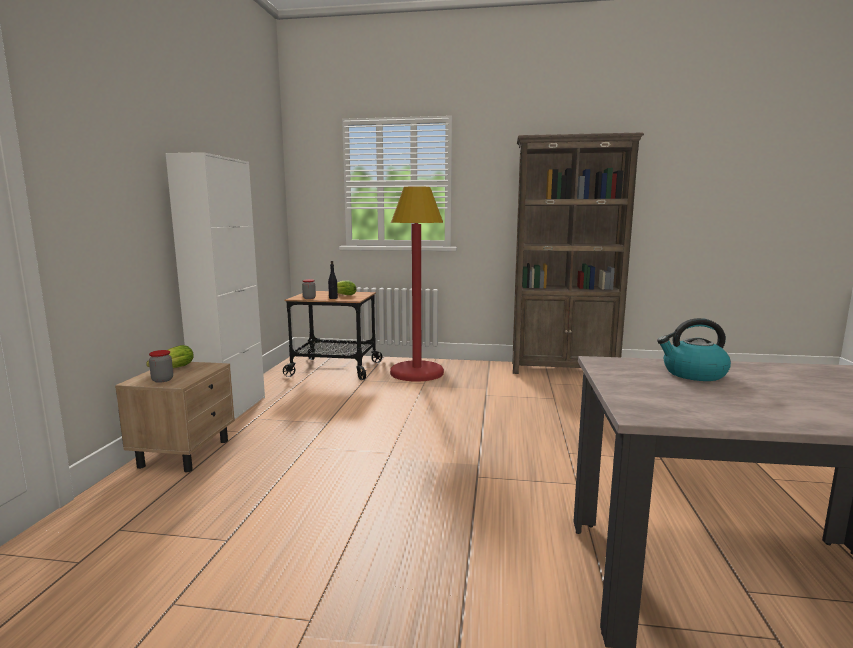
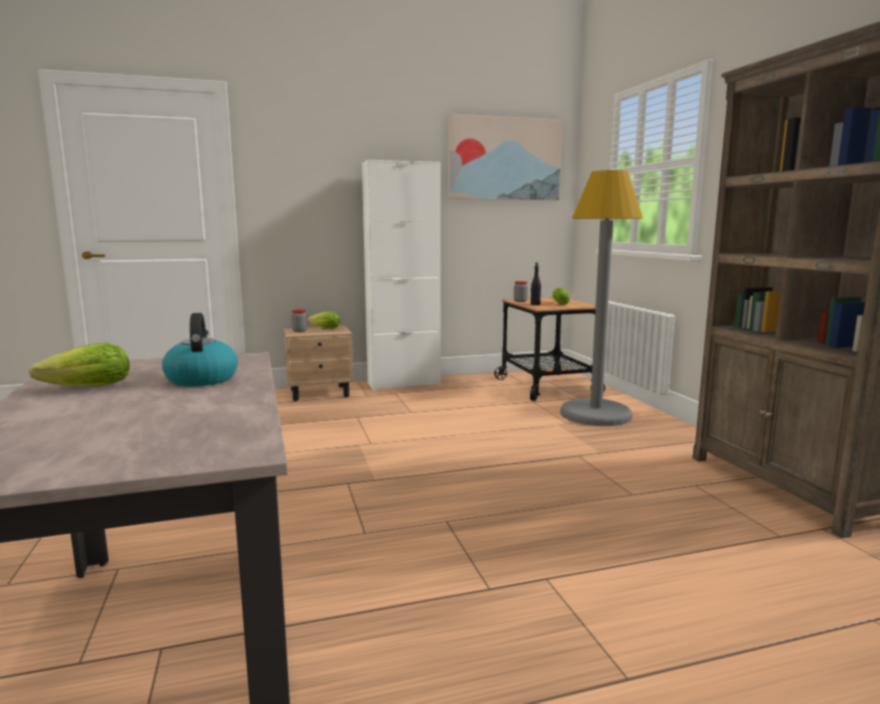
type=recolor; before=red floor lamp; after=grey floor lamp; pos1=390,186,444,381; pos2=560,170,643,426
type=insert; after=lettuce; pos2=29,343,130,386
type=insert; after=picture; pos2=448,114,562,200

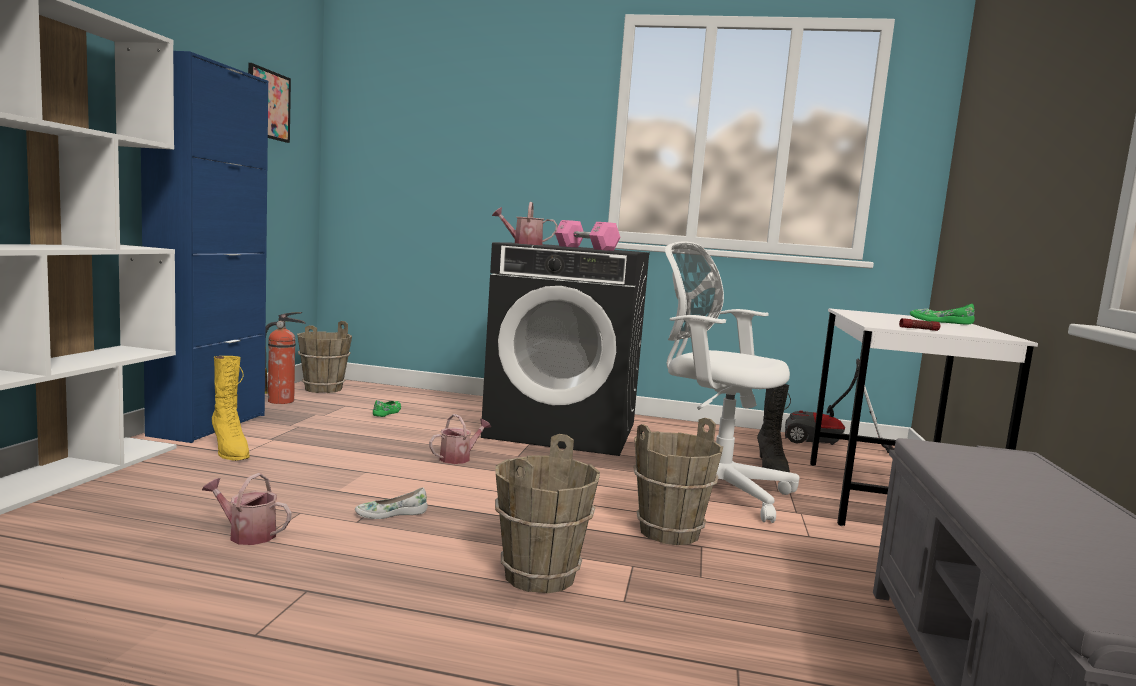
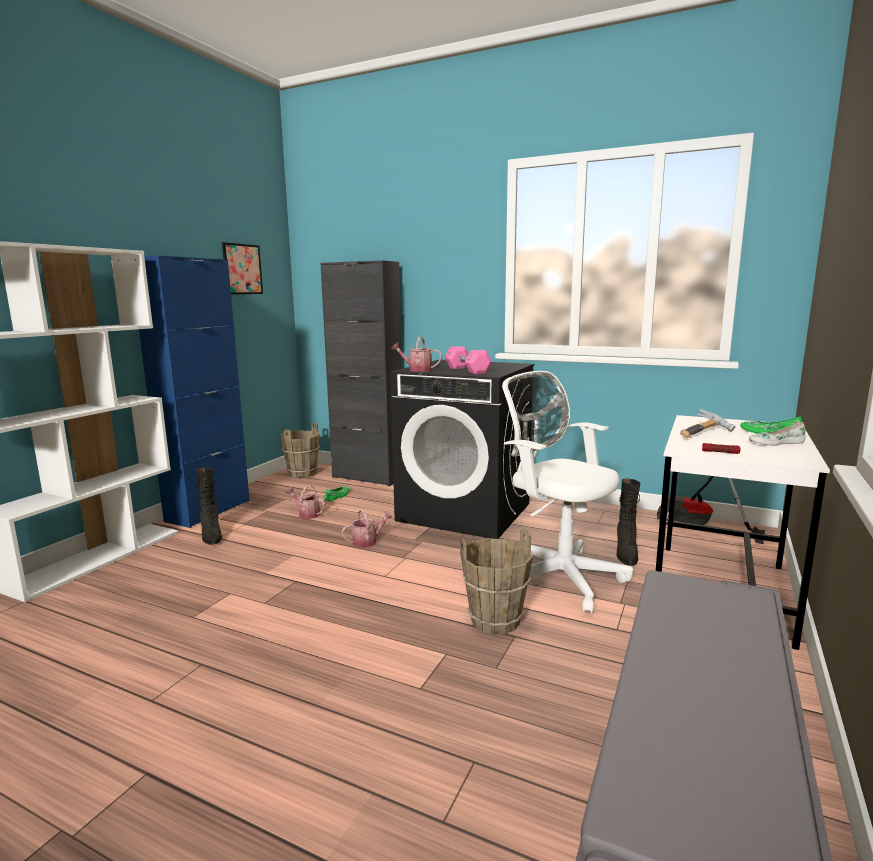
type=move; before=watering can; pos1=202,473,292,545; pos2=286,485,325,519
type=recolor; before=yellow boot; after=black boot; pos1=212,356,250,461; pos2=196,467,222,545
type=delete; before=fire extinguisher; pos1=265,312,306,404
type=move; before=white shoe; pos1=355,487,428,519; pos2=749,422,806,446
type=delete; before=brown bucket; pos1=495,434,600,594
type=insert; after=black cabinet; pos2=321,260,402,486
type=insert; after=hammer; pos2=680,409,735,438

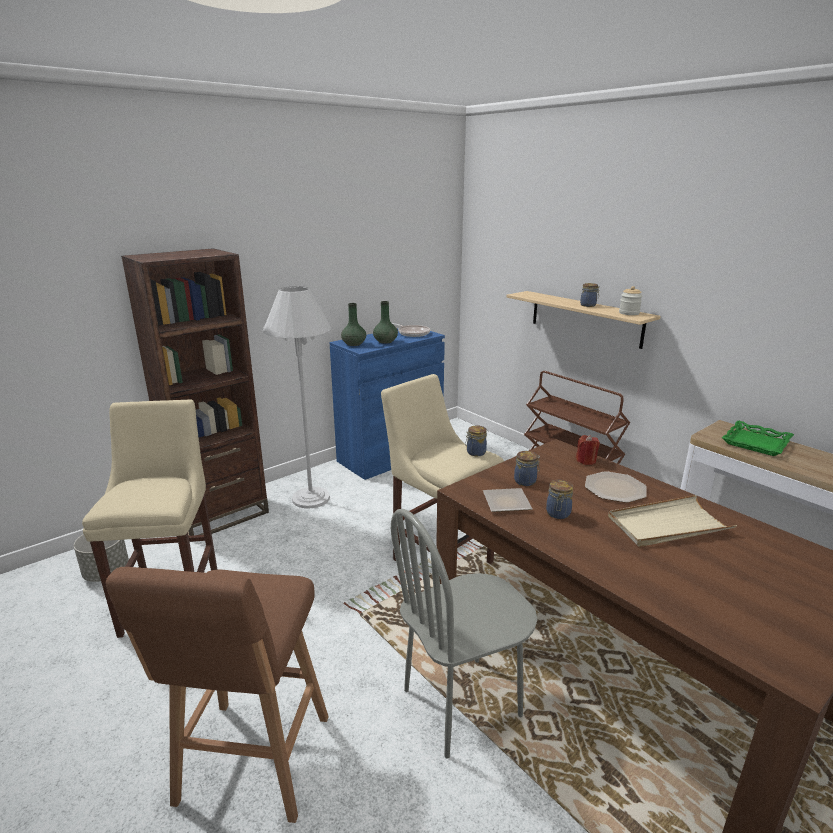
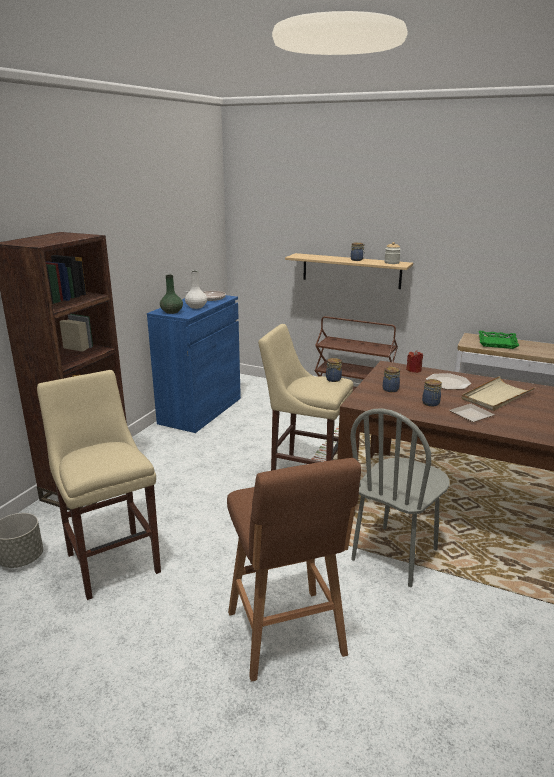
type=delete; before=white floor lamp; pos1=262,286,331,508
type=recolor; before=green vase; after=white vase; pos1=373,301,398,344; pos2=185,271,207,309
type=move; before=plate; pos1=483,488,532,512; pos2=449,404,495,422

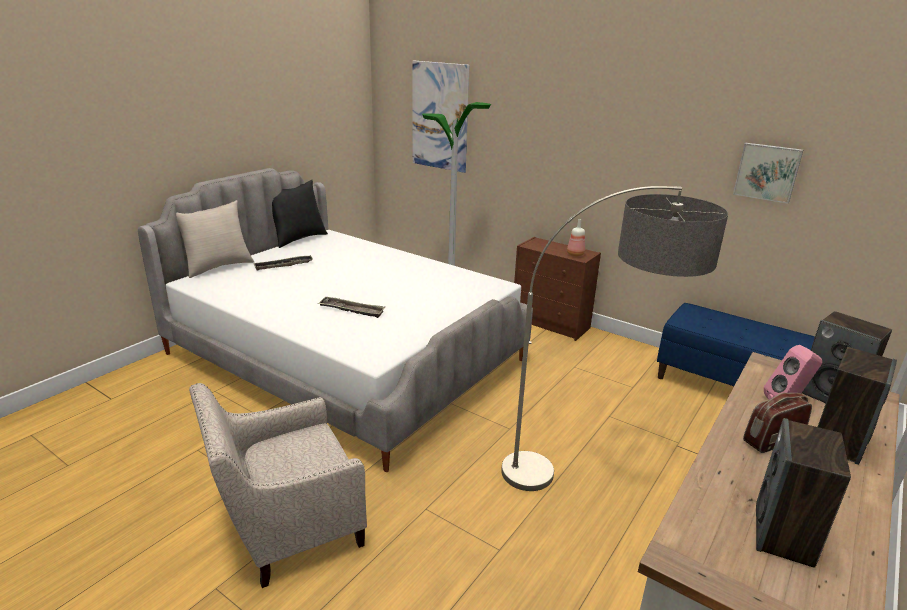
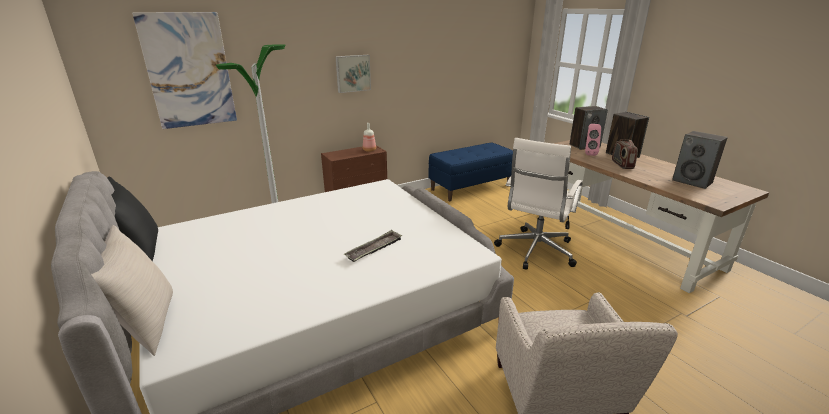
type=delete; before=tray; pos1=253,256,313,270
type=replace; before=floor lamp; after=white office chair; pos1=501,186,728,491; pos2=494,138,583,270
type=move; before=picture; pos1=733,143,803,204; pos2=335,55,371,93

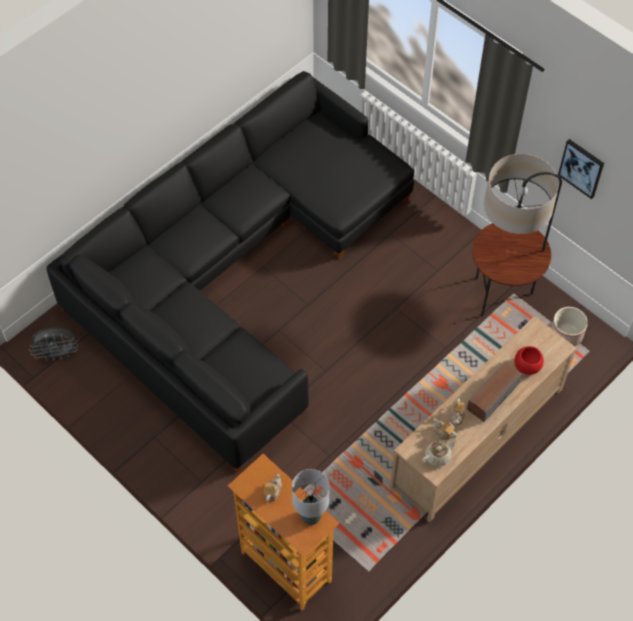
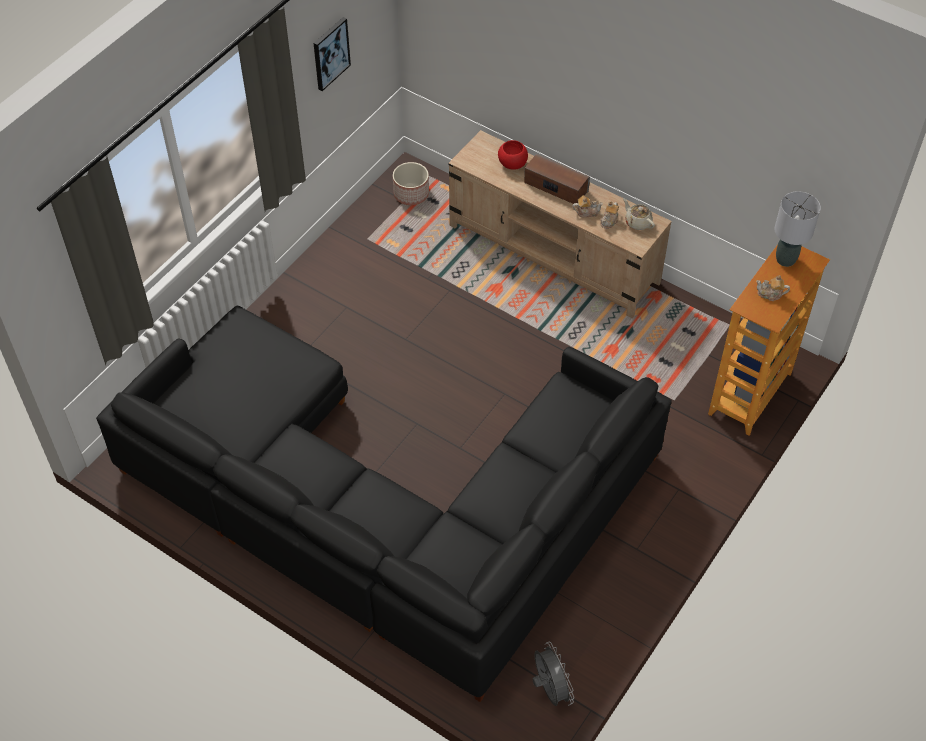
type=delete; before=floor lamp; pos1=472,154,562,316

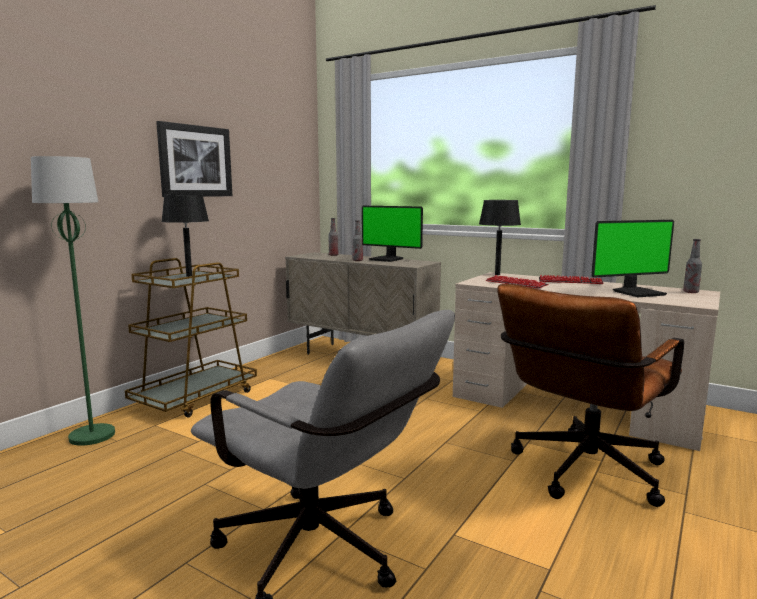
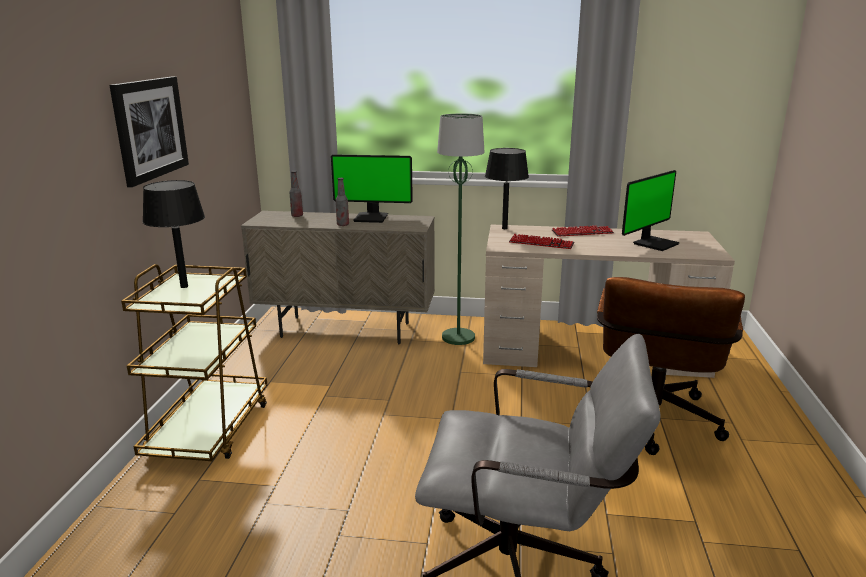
type=move; before=green floor lamp; pos1=31,156,115,446; pos2=437,113,484,345
type=delete; before=bottle; pos1=683,239,702,293

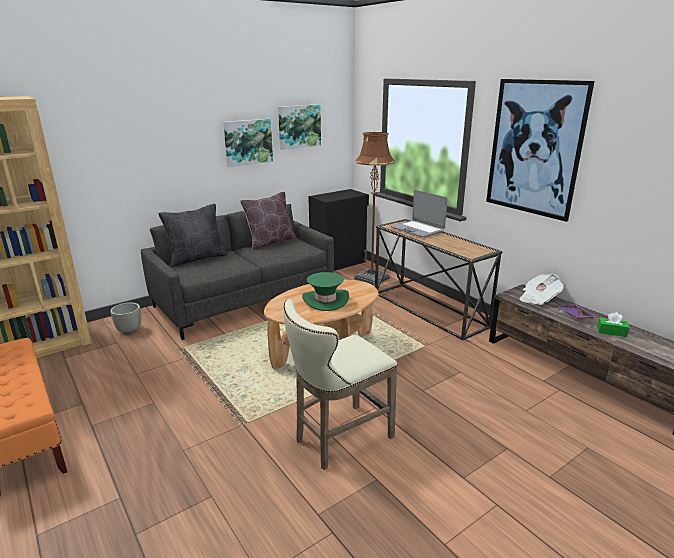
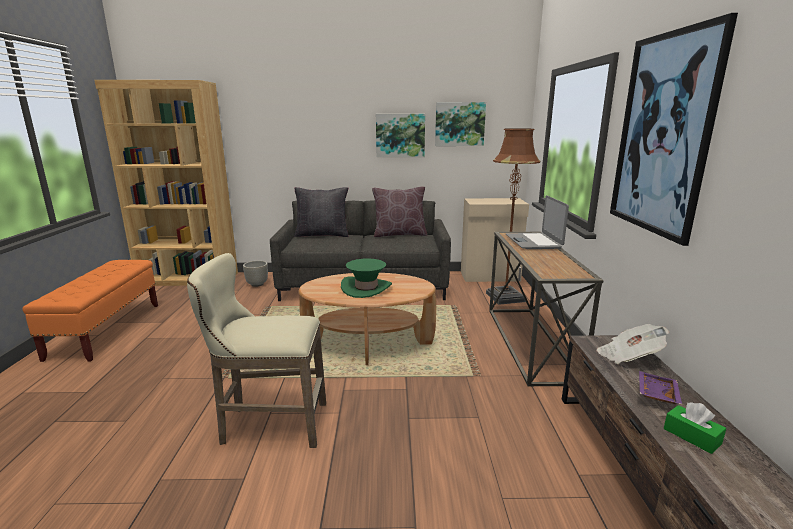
type=recolor; before=black cabinet; after=beige cabinet; pos1=308,189,369,271; pos2=461,198,529,282

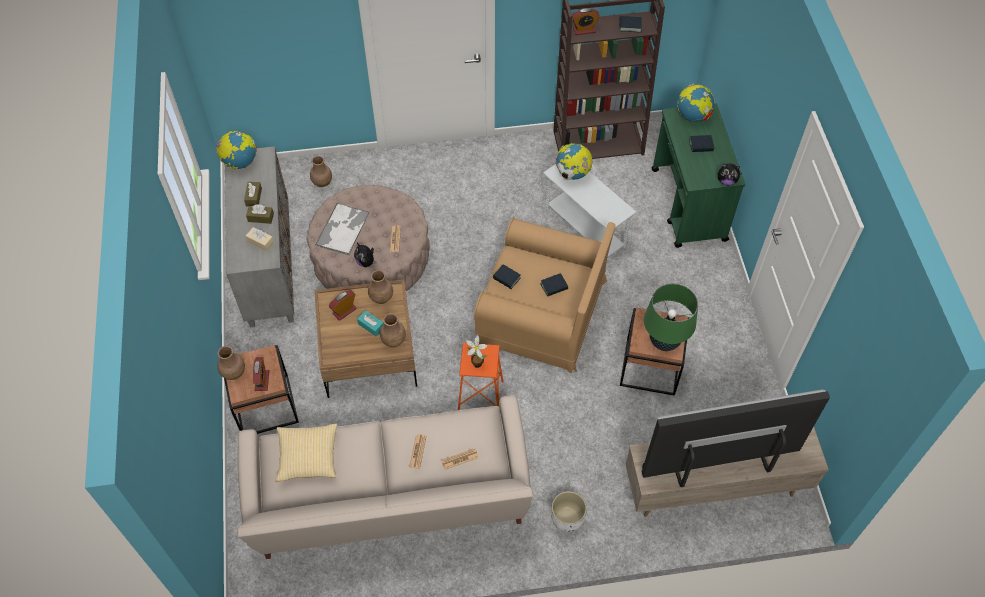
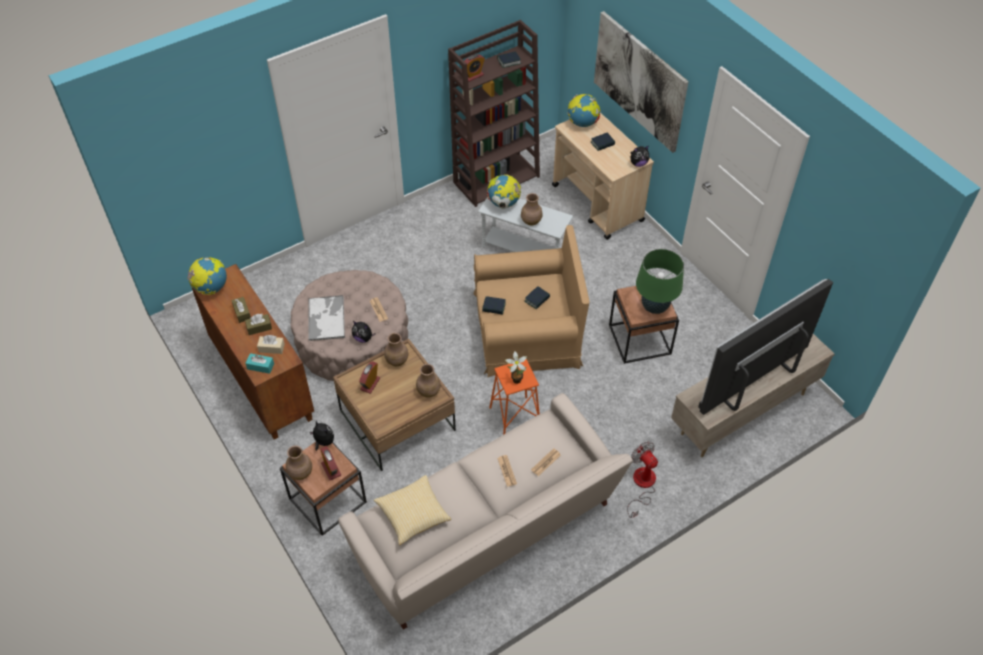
type=recolor; before=grey cabinet; after=brown cabinet; pos1=225,146,294,328; pos2=191,264,314,440
type=move; before=brown vase; pos1=310,156,332,187; pos2=521,193,543,226
type=move; before=turquoise tissue box; pos1=357,310,384,336; pos2=245,353,274,374
type=replace; before=white planter; after=fan; pos1=551,491,587,532; pos2=627,441,658,518
type=recolor; before=green cart; after=beige cart; pos1=652,103,745,248; pos2=552,113,654,240
type=insert; after=plush toy; pos2=310,421,334,451
type=insert; after=picture; pos2=594,11,689,153

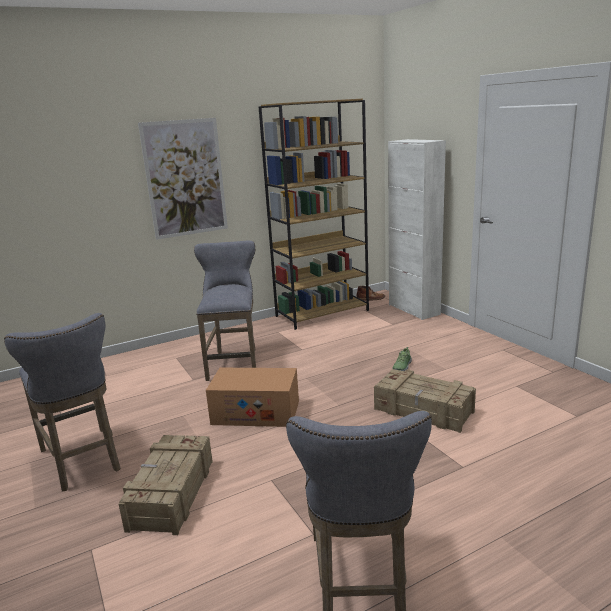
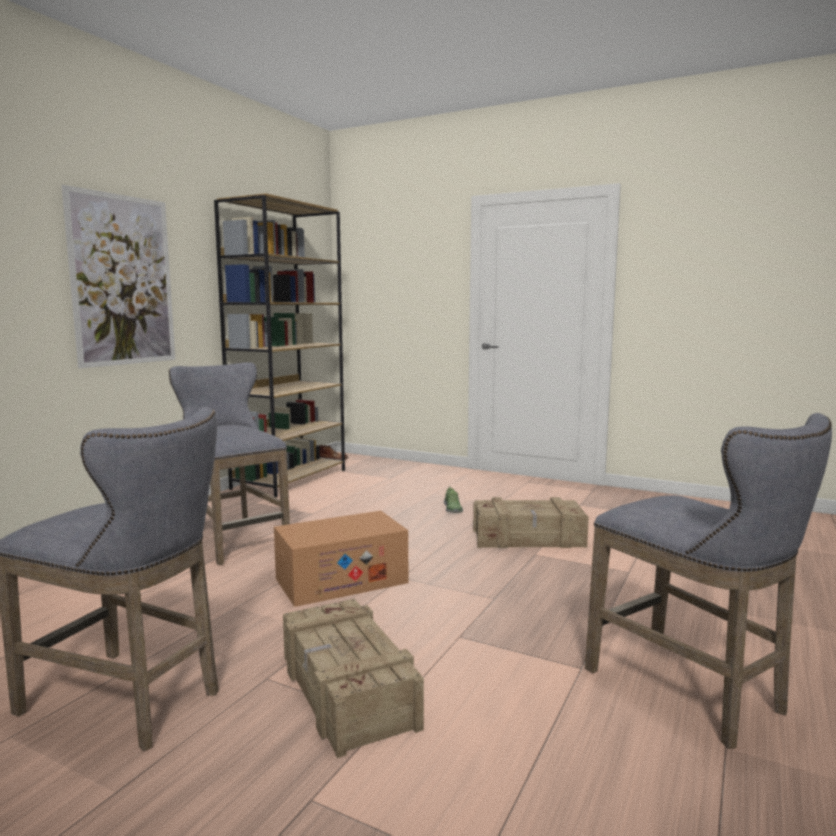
type=delete; before=white cabinet; pos1=388,139,446,320

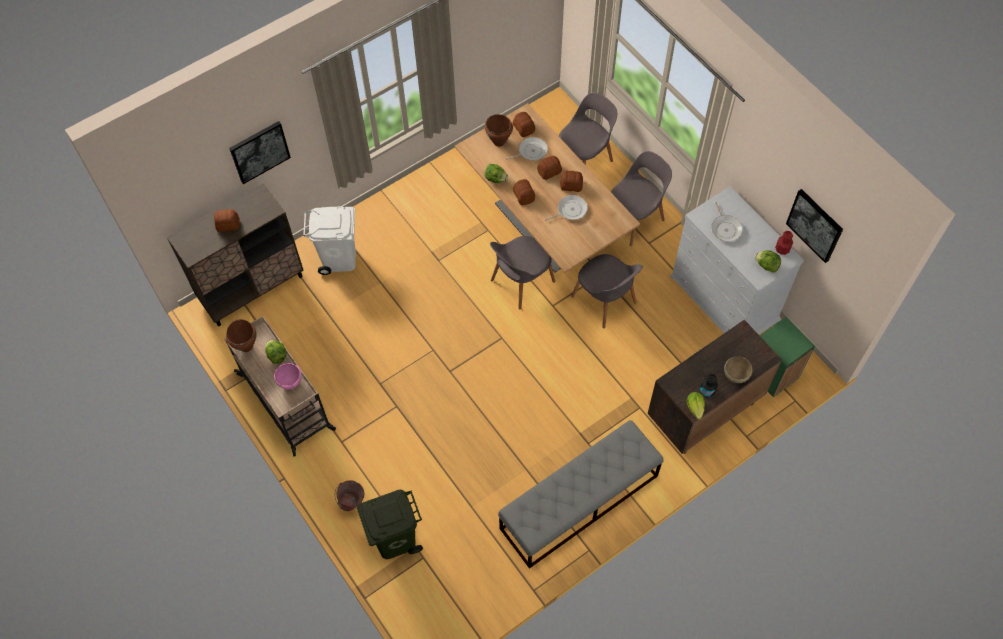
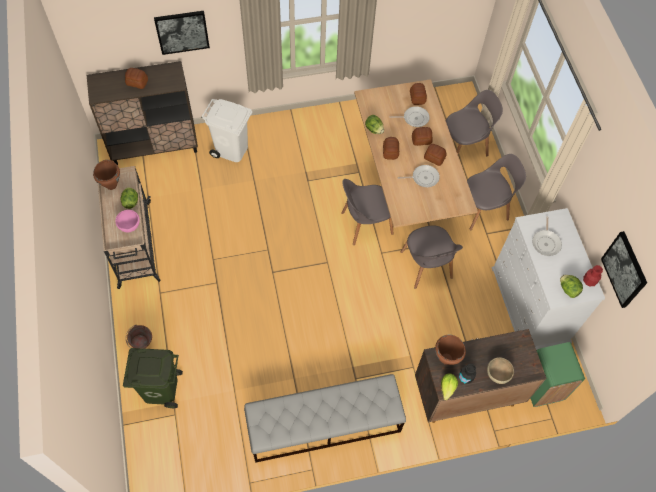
type=move; before=brown cooking pot; pos1=485,114,513,147; pos2=435,335,466,365

